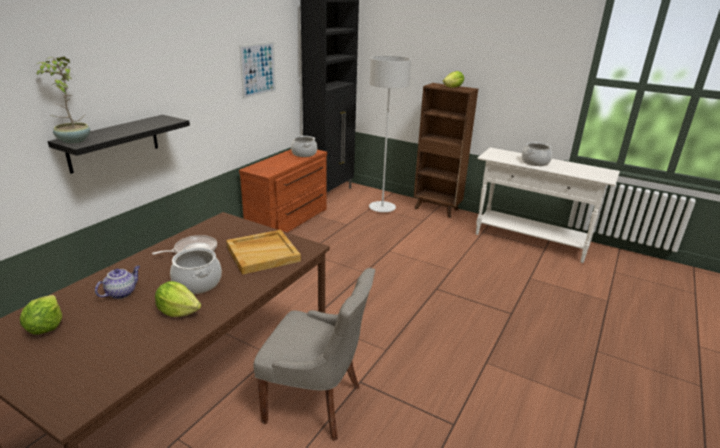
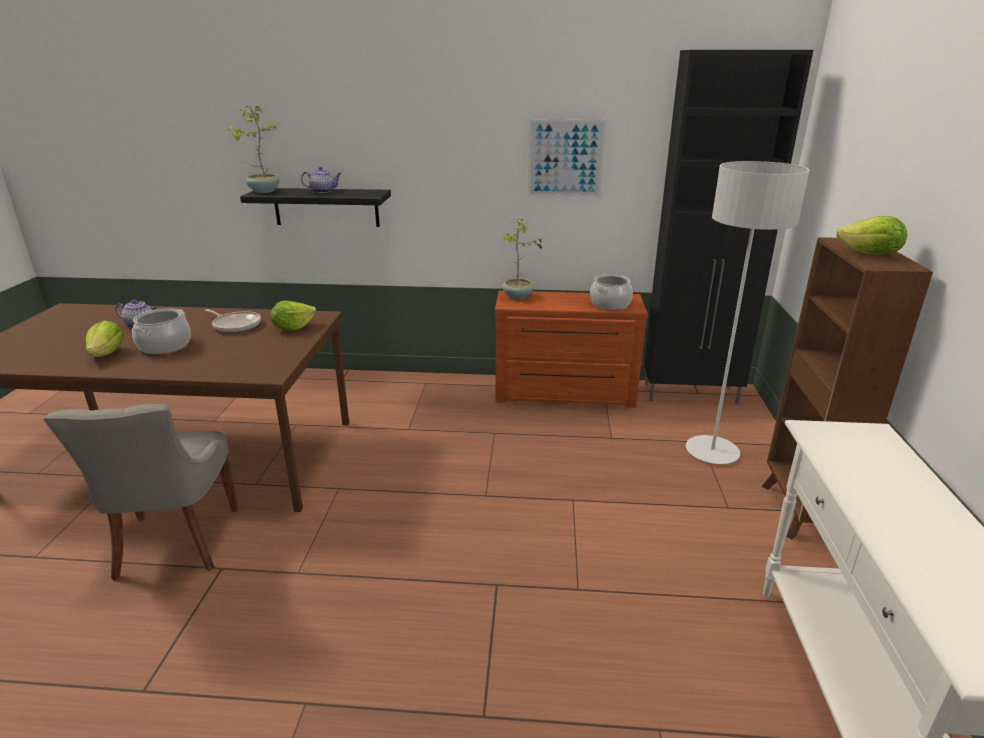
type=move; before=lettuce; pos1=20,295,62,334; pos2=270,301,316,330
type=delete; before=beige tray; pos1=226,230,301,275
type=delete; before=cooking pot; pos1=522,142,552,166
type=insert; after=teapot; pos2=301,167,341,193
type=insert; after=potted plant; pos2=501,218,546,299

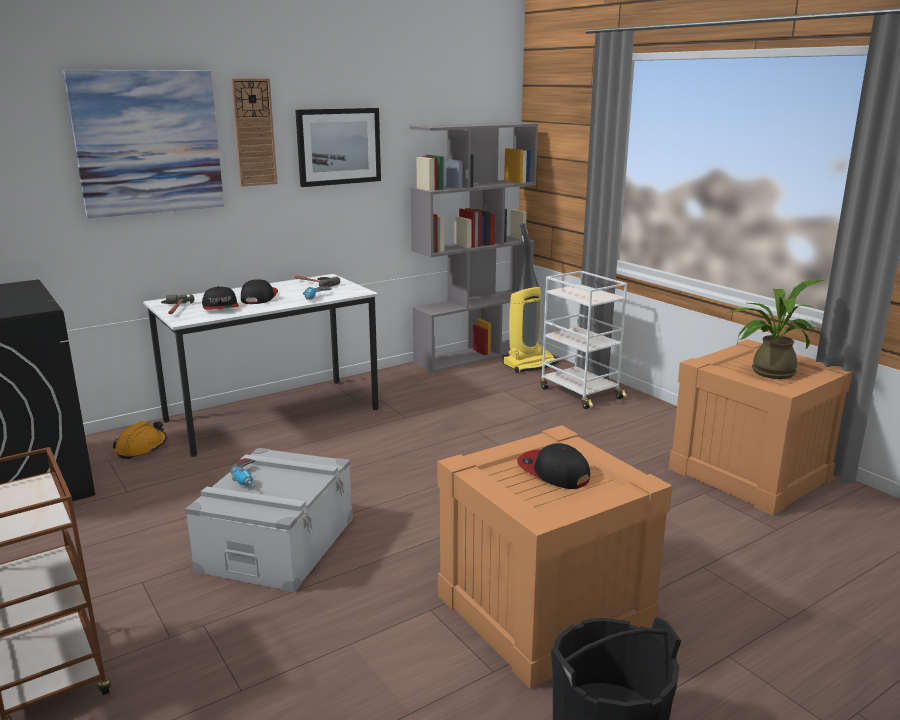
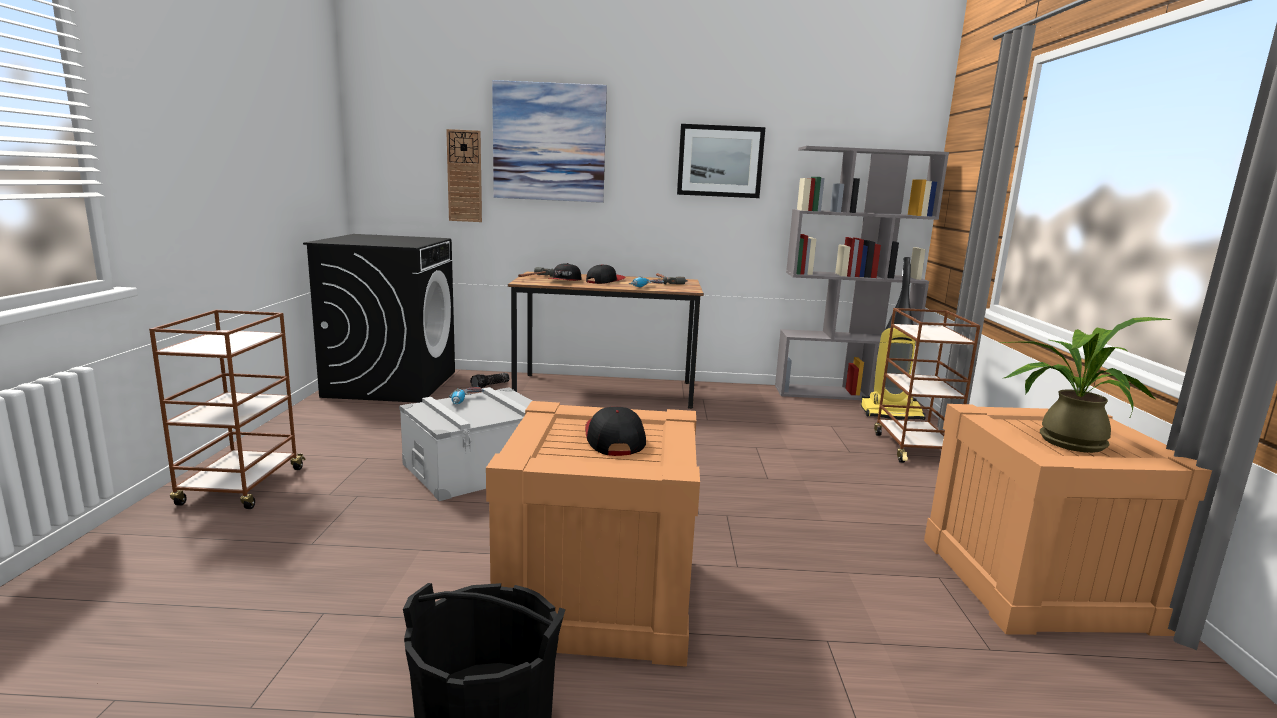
type=replace; before=orange hard hat; after=flashlight; pos1=113,421,167,459; pos2=470,373,510,388
type=recolor; before=white desk; after=brown desk; pos1=143,274,379,457; pos2=508,272,704,409
type=move; before=wall clock; pos1=231,78,278,187; pos2=446,129,482,222
type=recolor; before=white cart; after=brown cart; pos1=540,271,627,409; pos2=874,308,980,463

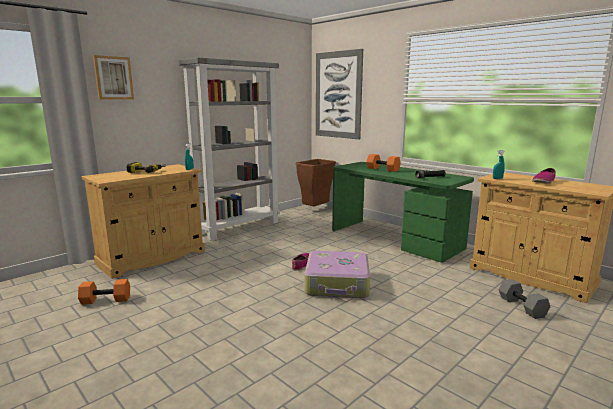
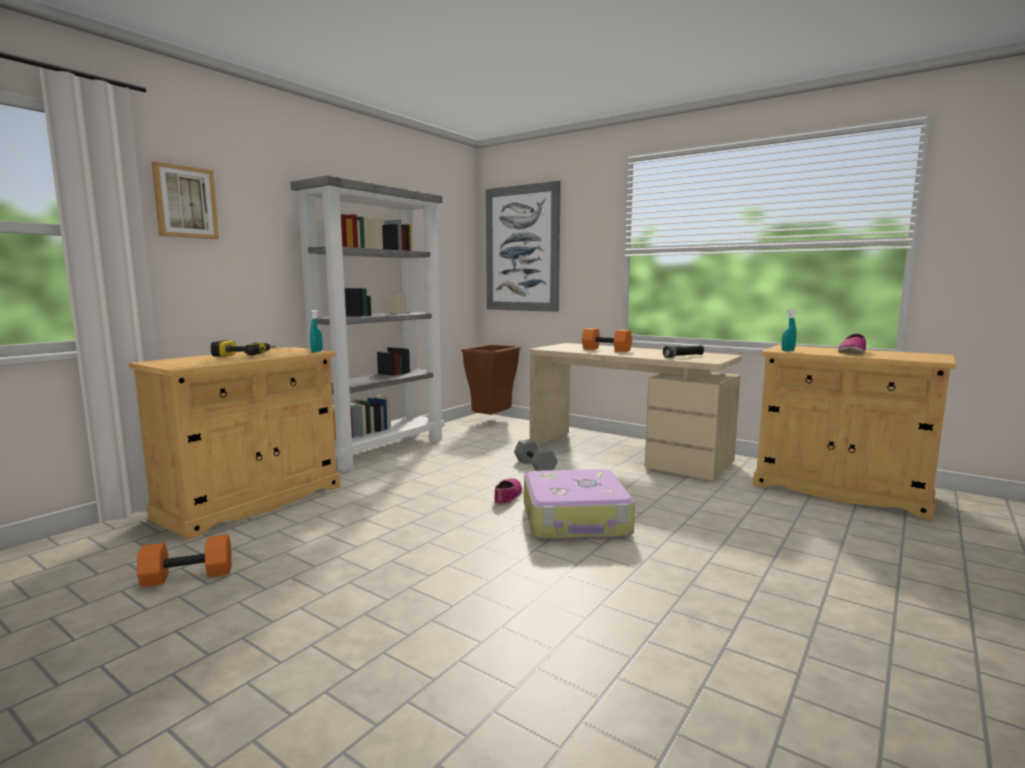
type=recolor; before=green desk; after=beige desk; pos1=332,162,474,263; pos2=530,343,742,480
type=move; before=grey dumbbell; pos1=499,279,550,319; pos2=514,439,558,471

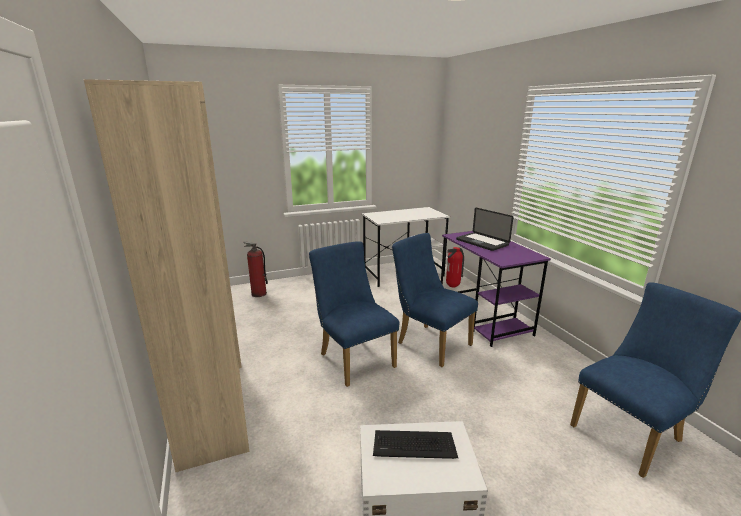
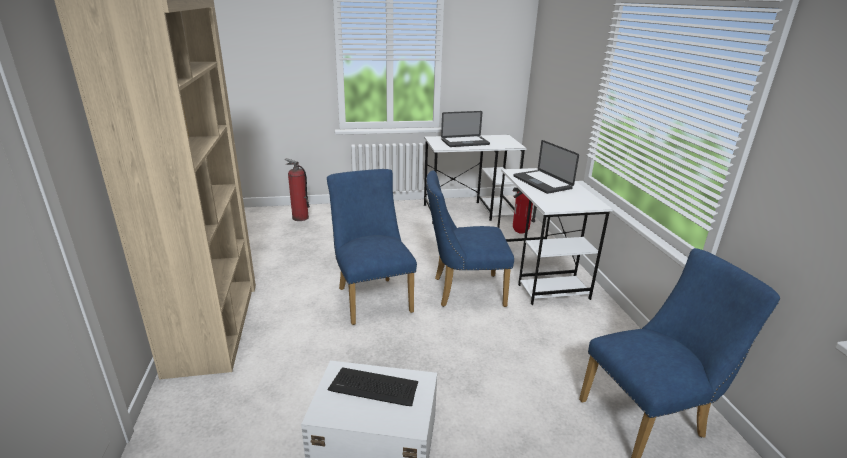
type=rotate; before=blue chair; pos1=392,233,478,367; pos2=426,170,514,307; turn=-60
type=recolor; before=purple desk; after=white desk; pos1=441,231,551,347; pos2=497,168,613,305
type=insert; after=laptop; pos2=441,111,490,147

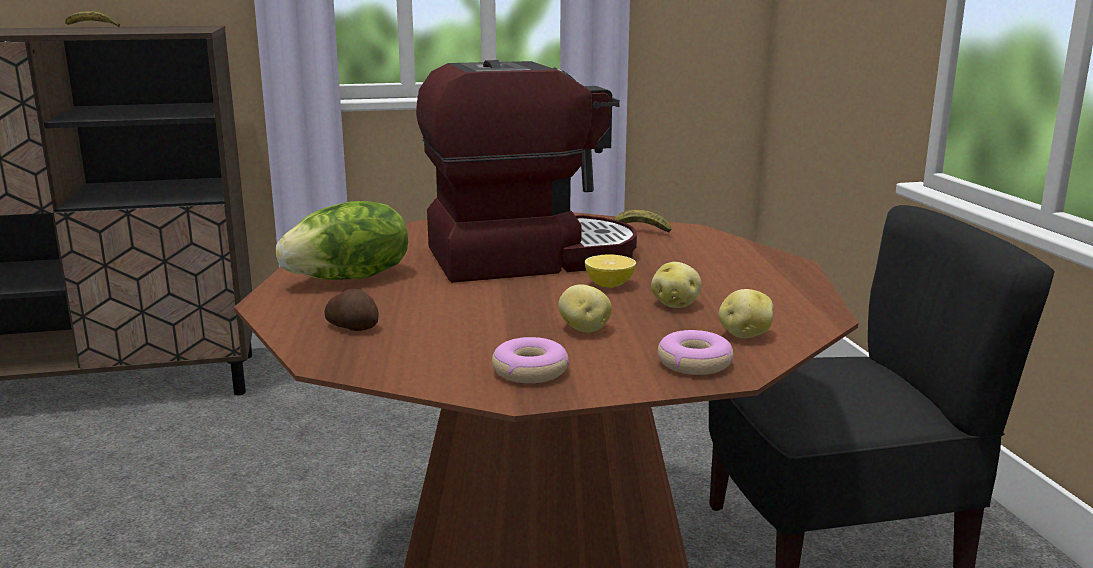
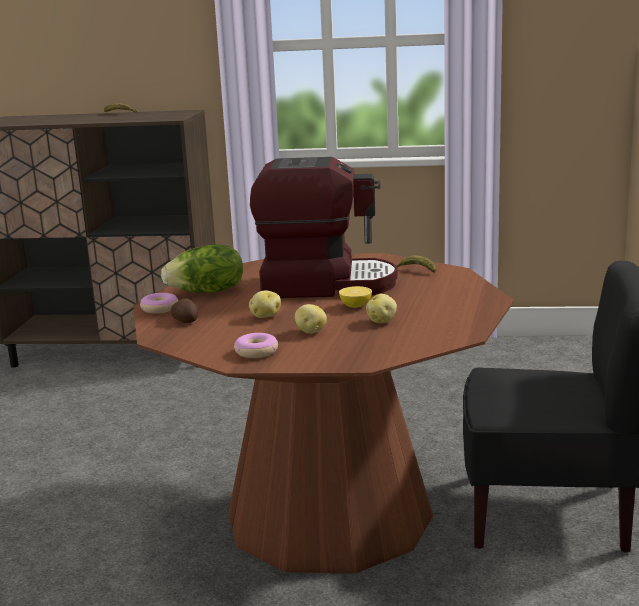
type=move; before=donut; pos1=657,330,734,375; pos2=140,293,178,314
type=move; before=potato; pos1=719,289,774,338; pos2=249,291,281,318

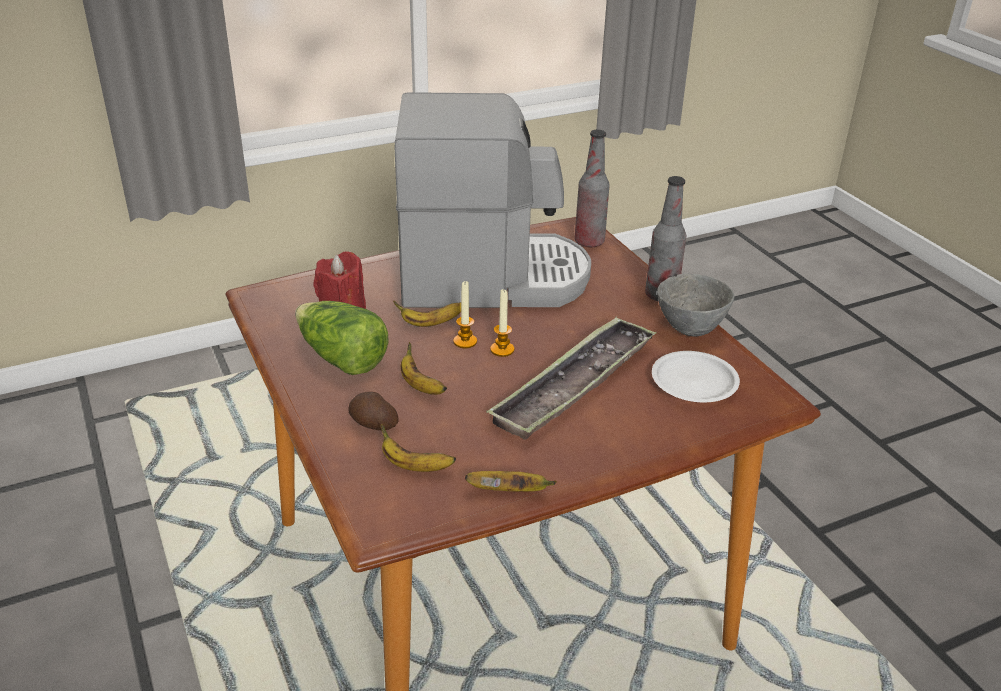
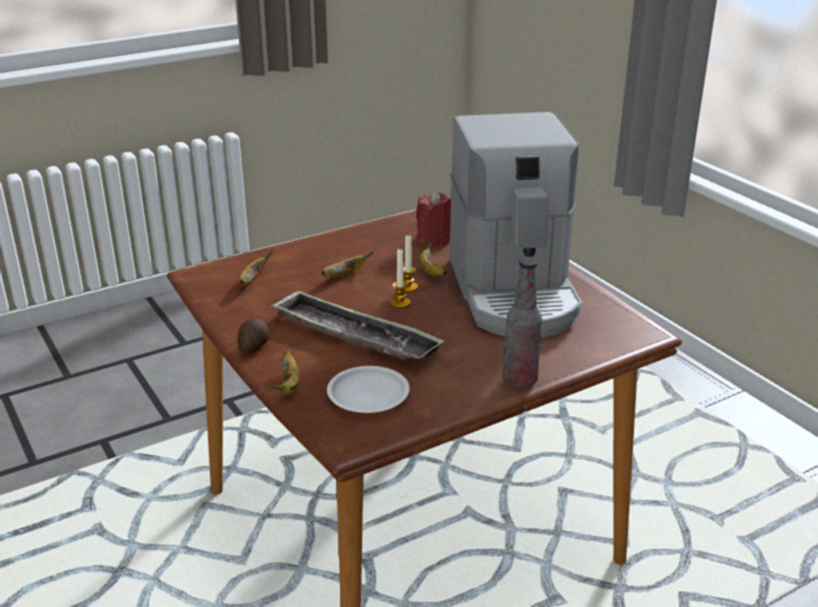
type=delete; before=lettuce; pos1=295,301,389,375
type=move; before=potato; pos1=349,392,399,430; pos2=237,318,270,354
type=move; before=banana; pos1=465,471,557,492; pos2=273,351,300,395
type=delete; before=bottle; pos1=575,130,610,247
type=delete; before=grey bowl; pos1=657,274,734,337

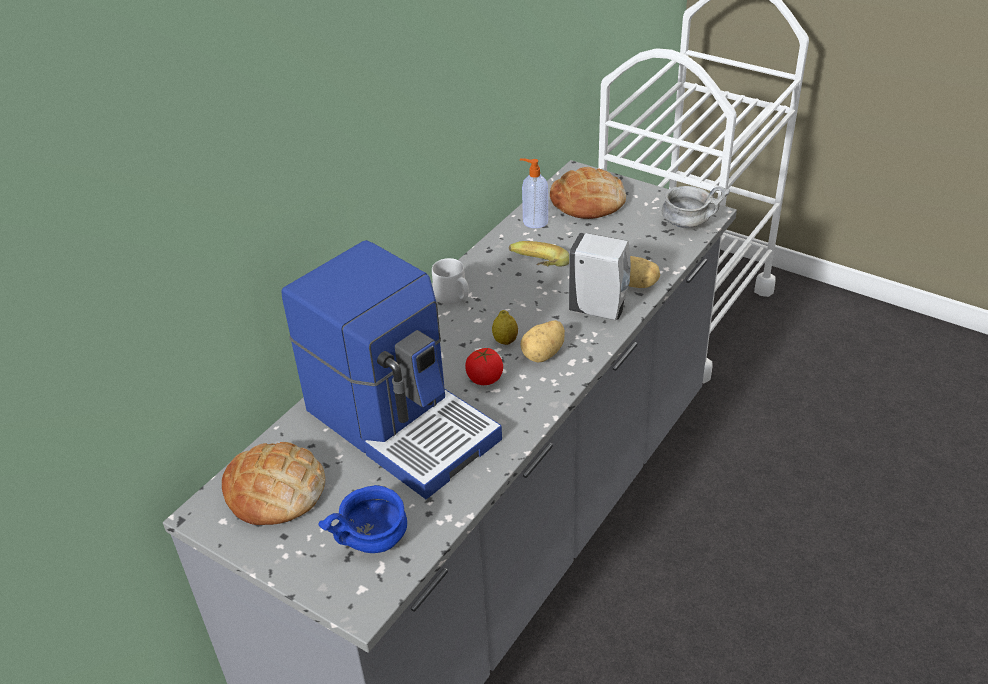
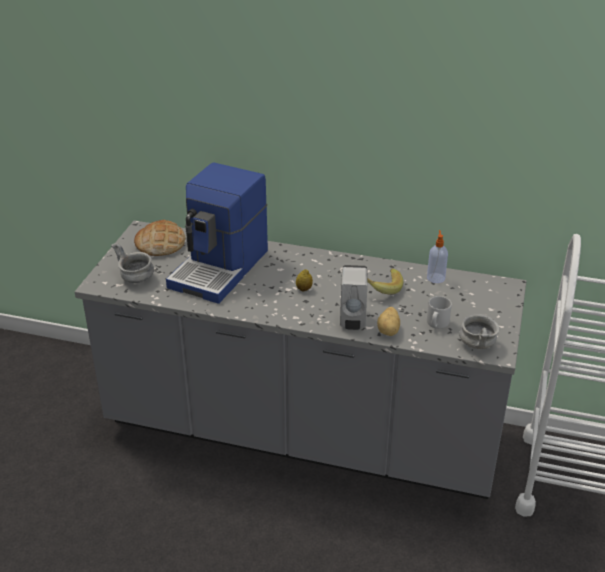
type=recolor; before=blue bowl; after=grey bowl; pos1=318,485,407,553; pos2=111,243,154,283
type=move; before=grey mug; pos1=432,258,469,305; pos2=427,296,452,329
type=delete; before=tomato; pos1=465,348,503,385
type=delete; before=potato; pos1=521,320,565,363
type=delete; before=bread; pos1=550,167,626,219

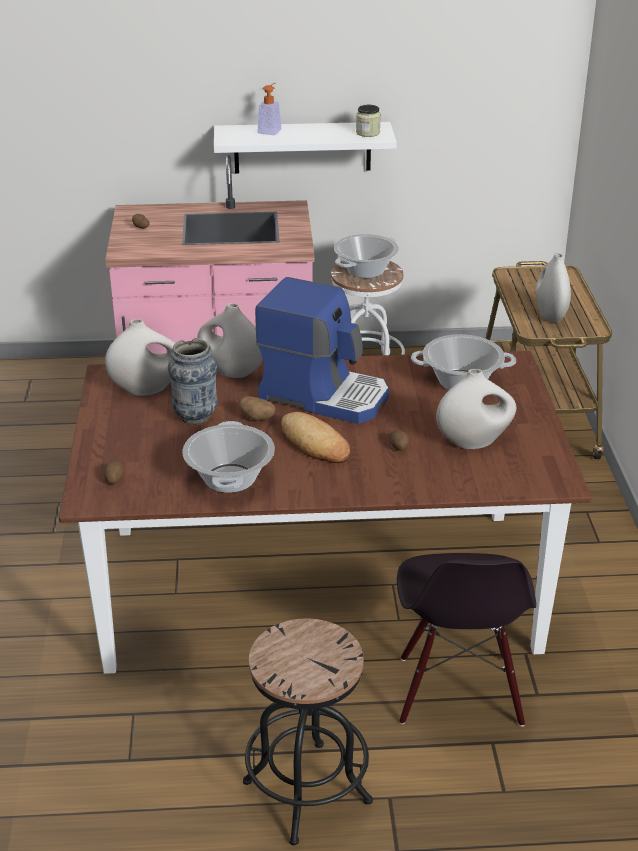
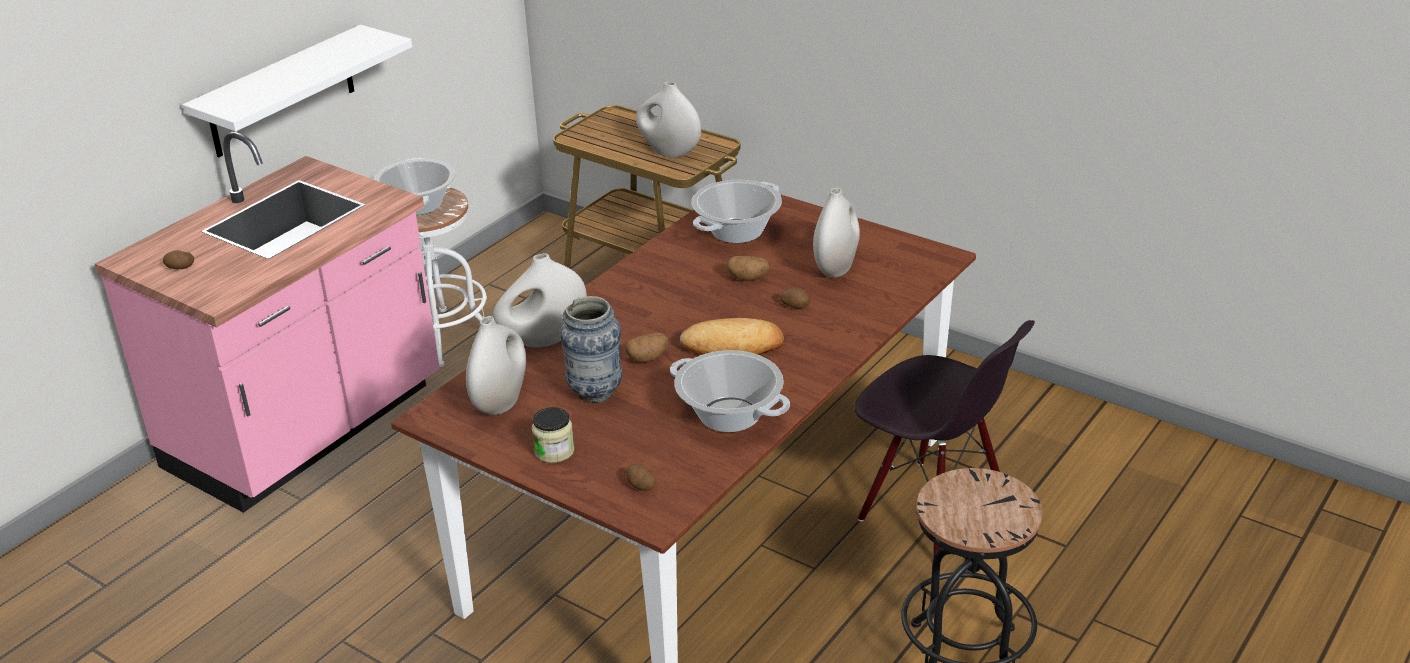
type=delete; before=coffee machine; pos1=255,277,389,424
type=delete; before=soap dispenser; pos1=258,83,281,135
type=move; before=jar; pos1=356,105,381,137; pos2=532,407,574,463
type=insert; after=potato; pos2=727,256,769,281

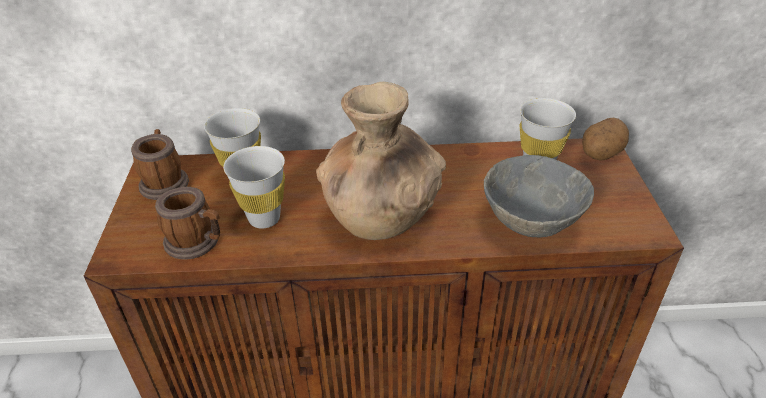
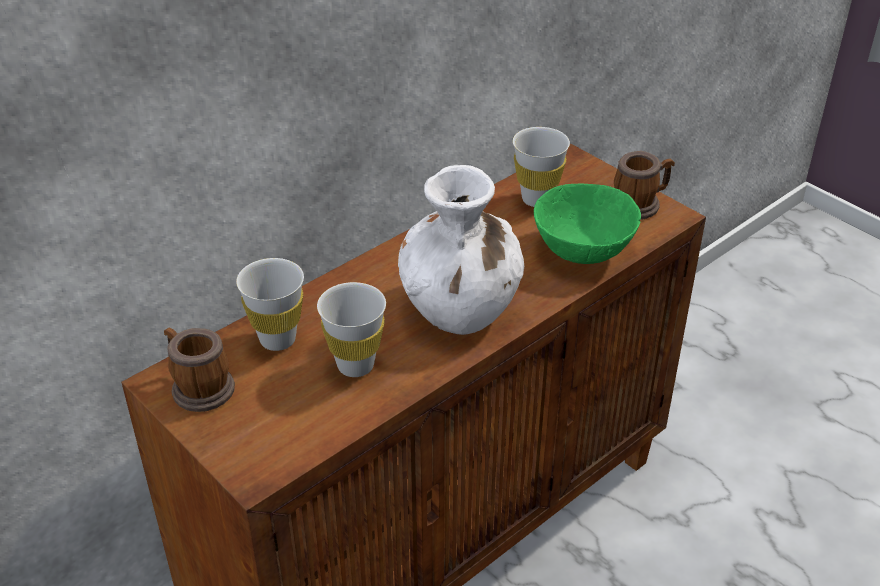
type=move; before=mug; pos1=155,187,220,260; pos2=614,151,675,220
type=recolor; before=brown vase; after=white vase; pos1=316,82,446,240; pos2=398,165,524,335
type=recolor; before=grey bowl; after=green bowl; pos1=484,155,594,237; pos2=534,184,641,264
type=delete; before=potato; pos1=582,117,629,160

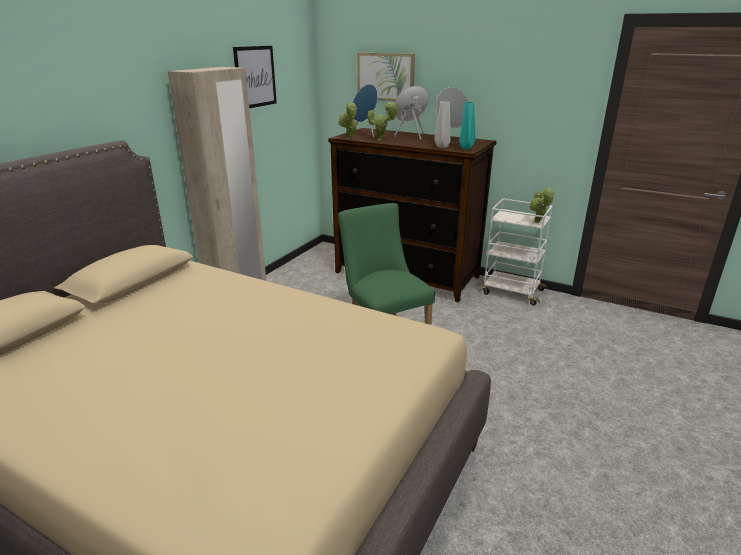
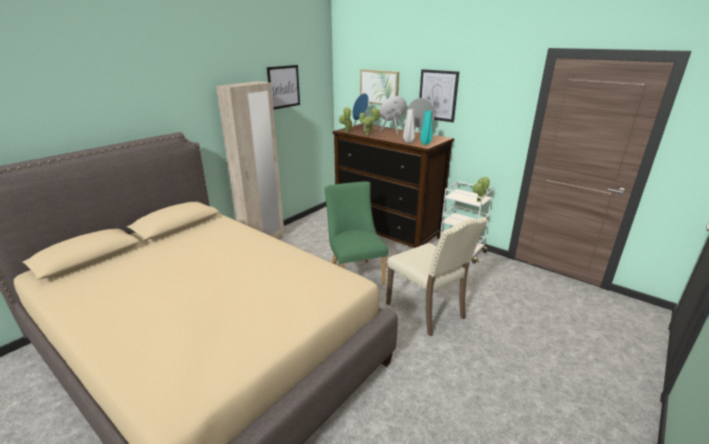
type=insert; after=beige chair; pos2=386,217,488,337
type=insert; after=picture; pos2=419,69,459,122

